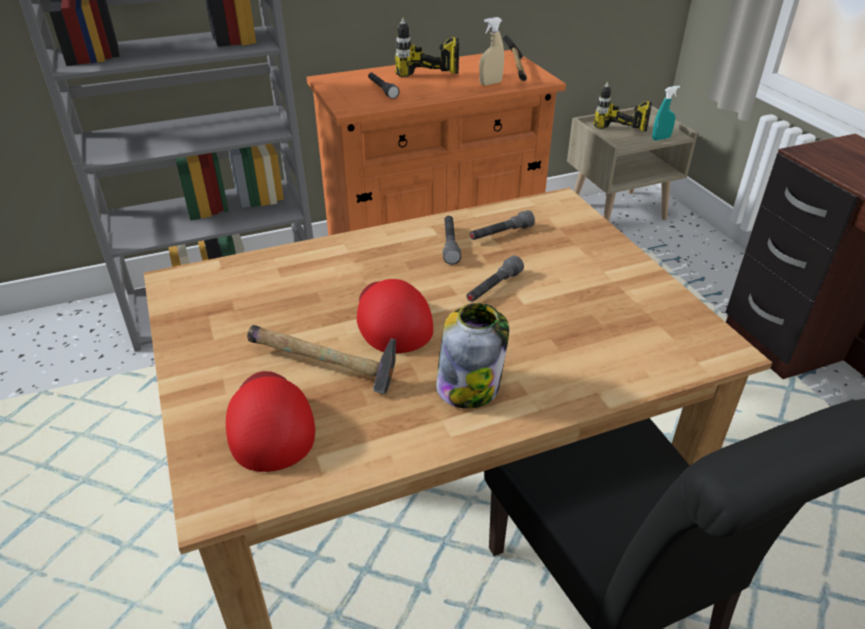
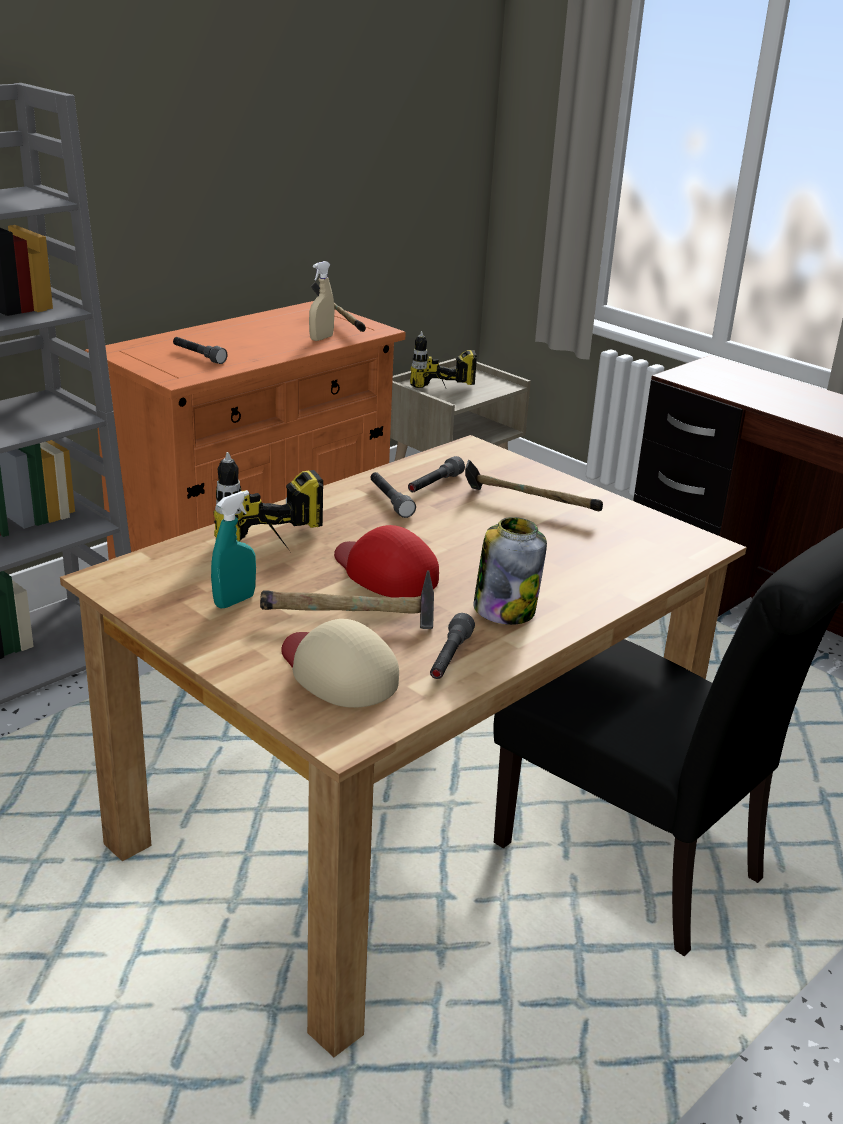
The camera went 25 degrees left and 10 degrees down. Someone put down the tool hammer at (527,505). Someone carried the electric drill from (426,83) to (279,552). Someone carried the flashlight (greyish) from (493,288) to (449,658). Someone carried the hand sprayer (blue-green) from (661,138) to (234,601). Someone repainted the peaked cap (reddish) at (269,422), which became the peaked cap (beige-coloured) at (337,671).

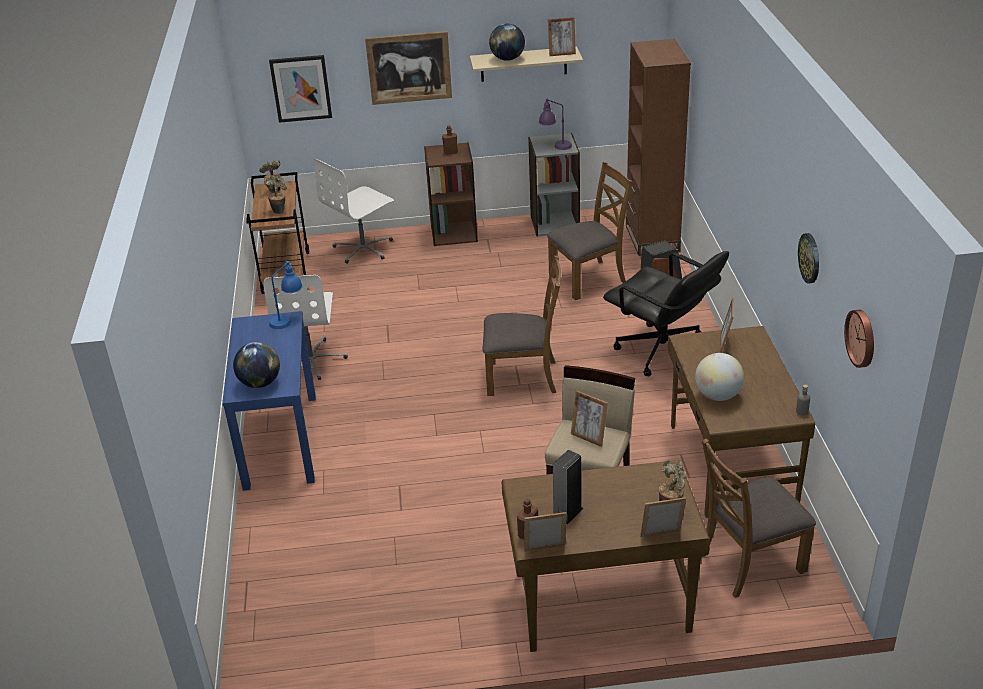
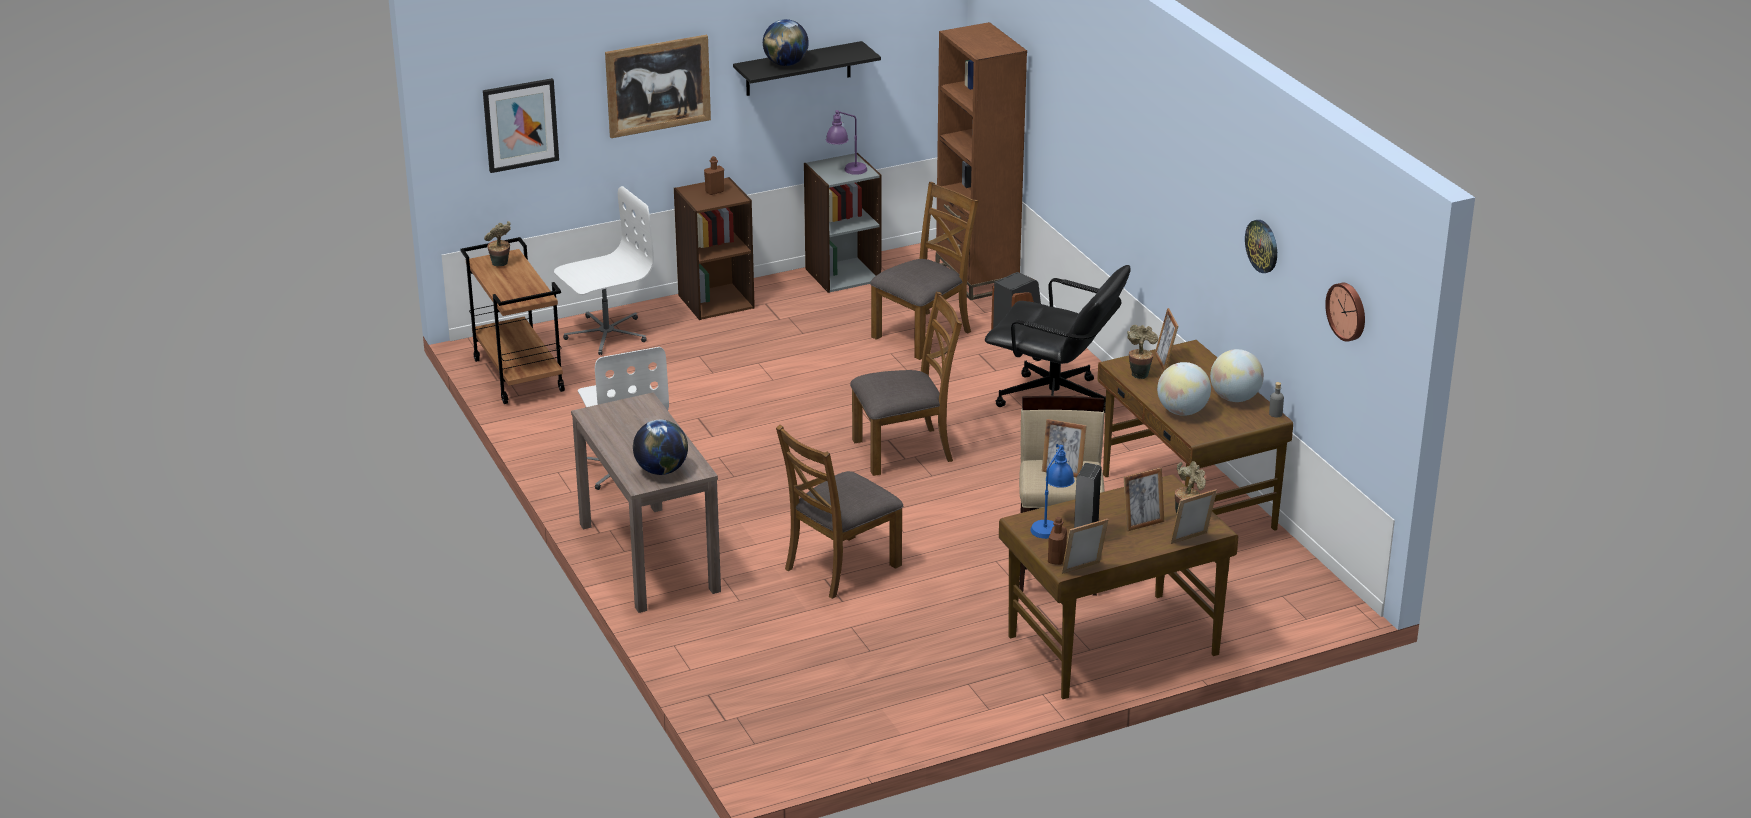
The camera went 20 degrees left and 5 degrees down. Someone put down the world globe at (1235,398). Someone carried the houseplant from (279,210) to (1139,374). Someone carried the lamp for a table (blue) from (288,319) to (1051,524). Someone carried the picture frame from (562,53) to (1142,523). Someone carried the chair (brownish) from (750,562) to (841,567). Someone repainted the narrow table (blue) at (280,440), which became the narrow table (brownish) at (648,557). Someone repainted the wall shelf (beige-coloured) at (523,64), which became the wall shelf (black) at (798,69). Someone rotated the desk chair (white) at (364,248) by 150 degrees counterclockwise.

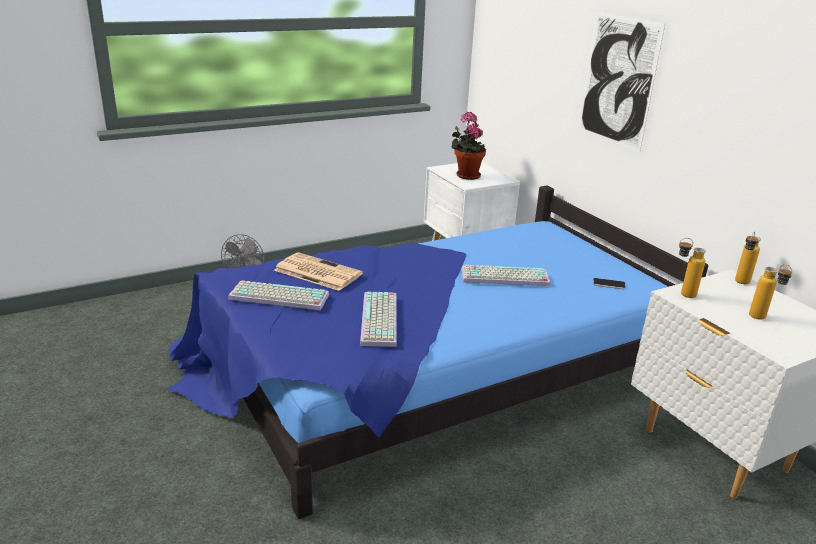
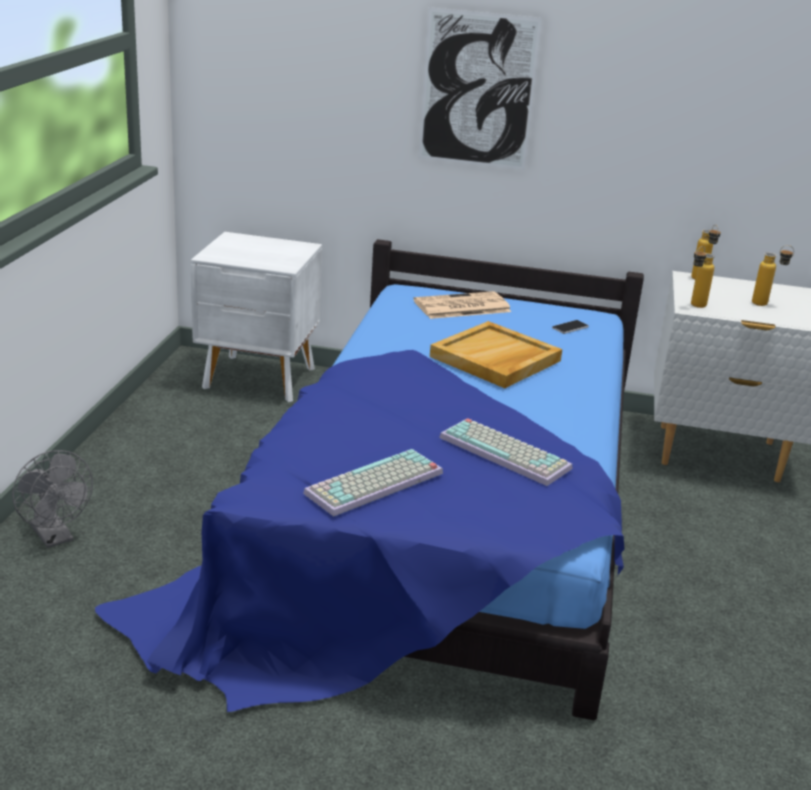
The camera went 50 degrees left and 0 degrees up. Someone took away the houseplant at (466,175). Someone carried the daily paper from (316,272) to (461,307). Someone swapped the keyboard at (504,277) for the serving tray (beige-coloured) at (495,359).

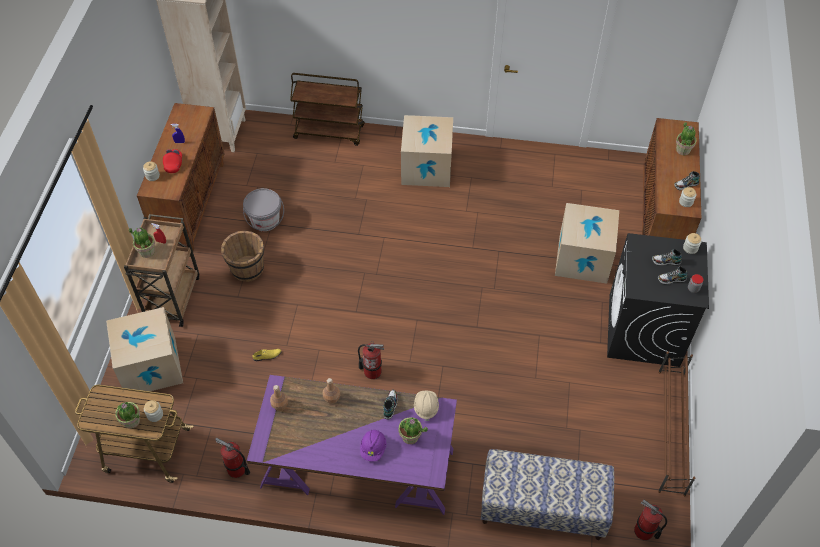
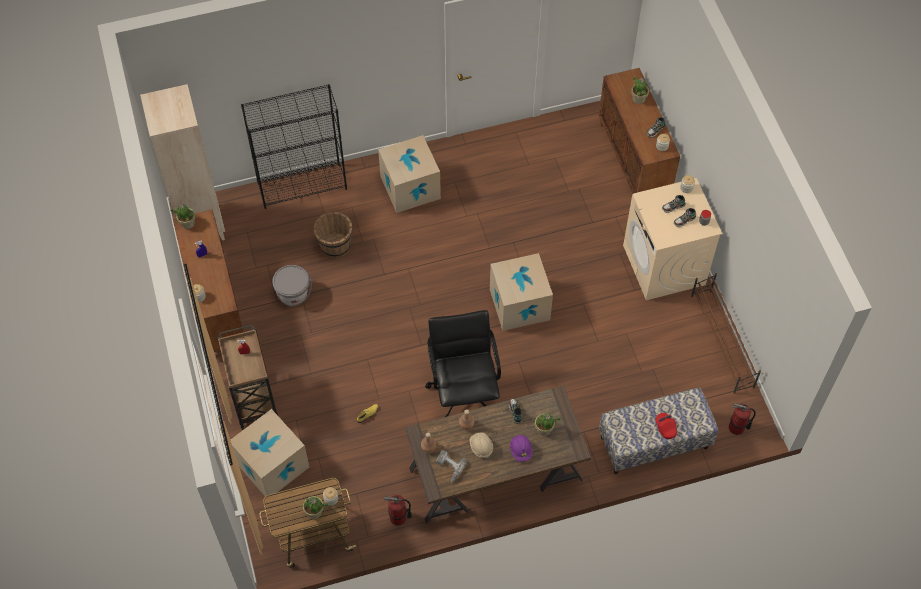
The camera went 25 degrees left and 5 degrees up. Someone put down the electric drill at (449,467). Someone carried the houseplant from (147,251) to (187,223). Someone carried the peaked cap (reddish) from (174,164) to (665,428). Someone carried the pail (brownish) from (247,269) to (335,246). Someone carried the hard hat (beige-coloured) from (426,407) to (481,447). Someone carried the carton from (582,259) to (519,304). Someone swapped the cart (brownish) at (329,132) for the bookshelf (black) at (302,186). Someone swapped the extinguisher at (372,371) for the desk chair (black) at (463,390). Someone repainted the desk unit (purplish) at (357,469), which became the desk unit (brownish) at (495,475). Someone repainted the laundry appliance (black) at (644,330), which became the laundry appliance (beige-coloured) at (664,265).

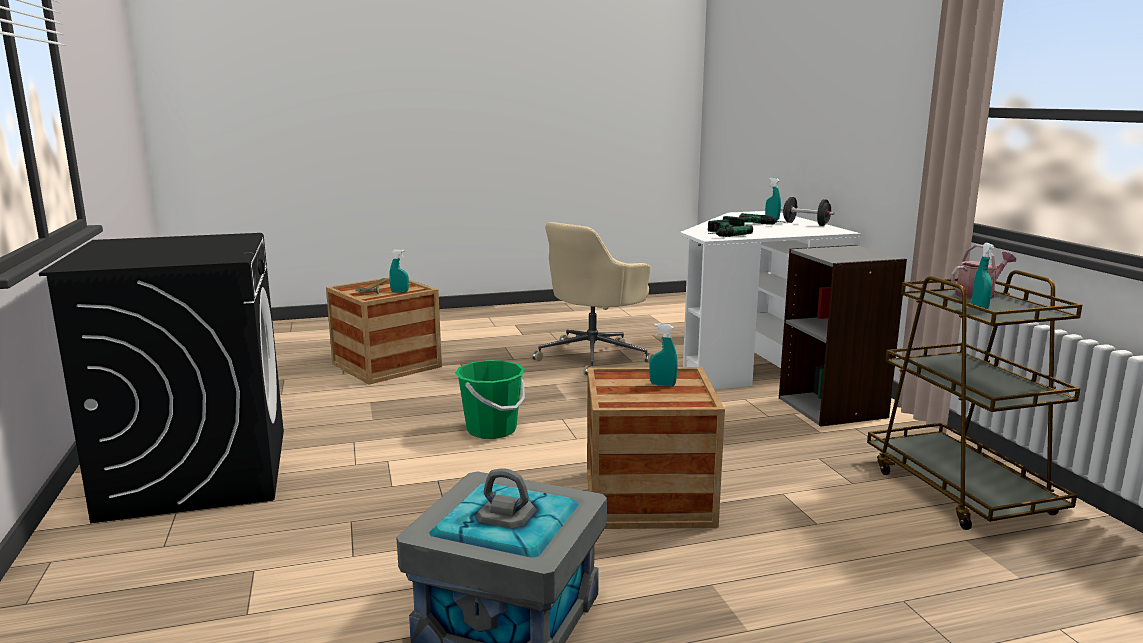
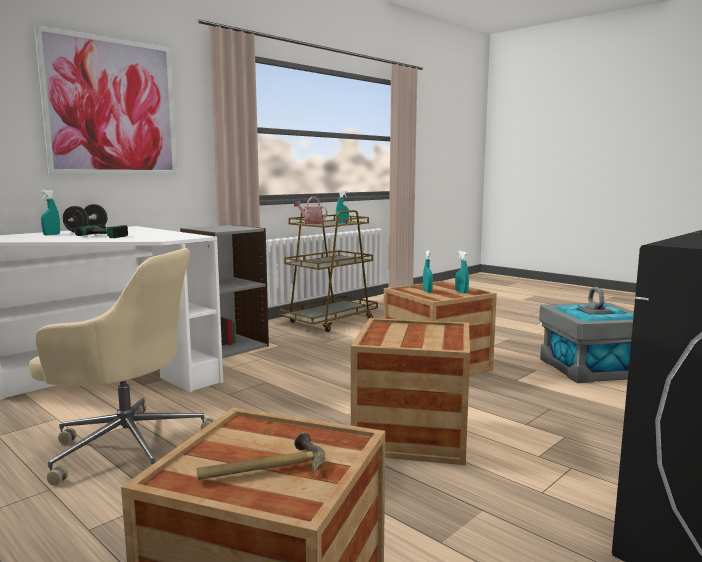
The camera went 120 degrees left and 5 degrees down. Someone took away the electric drill at (718,234). Someone put up the picture at (112,107). Someone carried the hand sprayer (blue-green) from (399,292) to (461,292). Someone swapped the pail (greenish) at (492,430) for the shipping crate at (412,434).

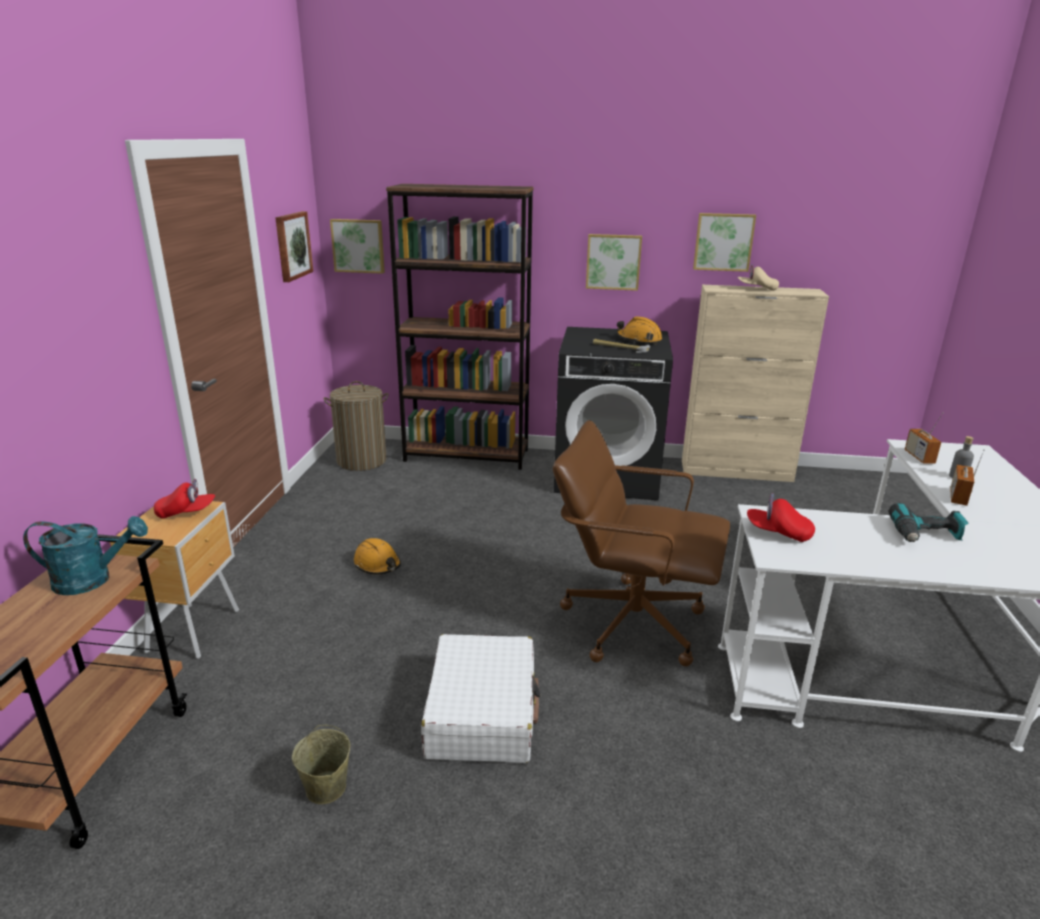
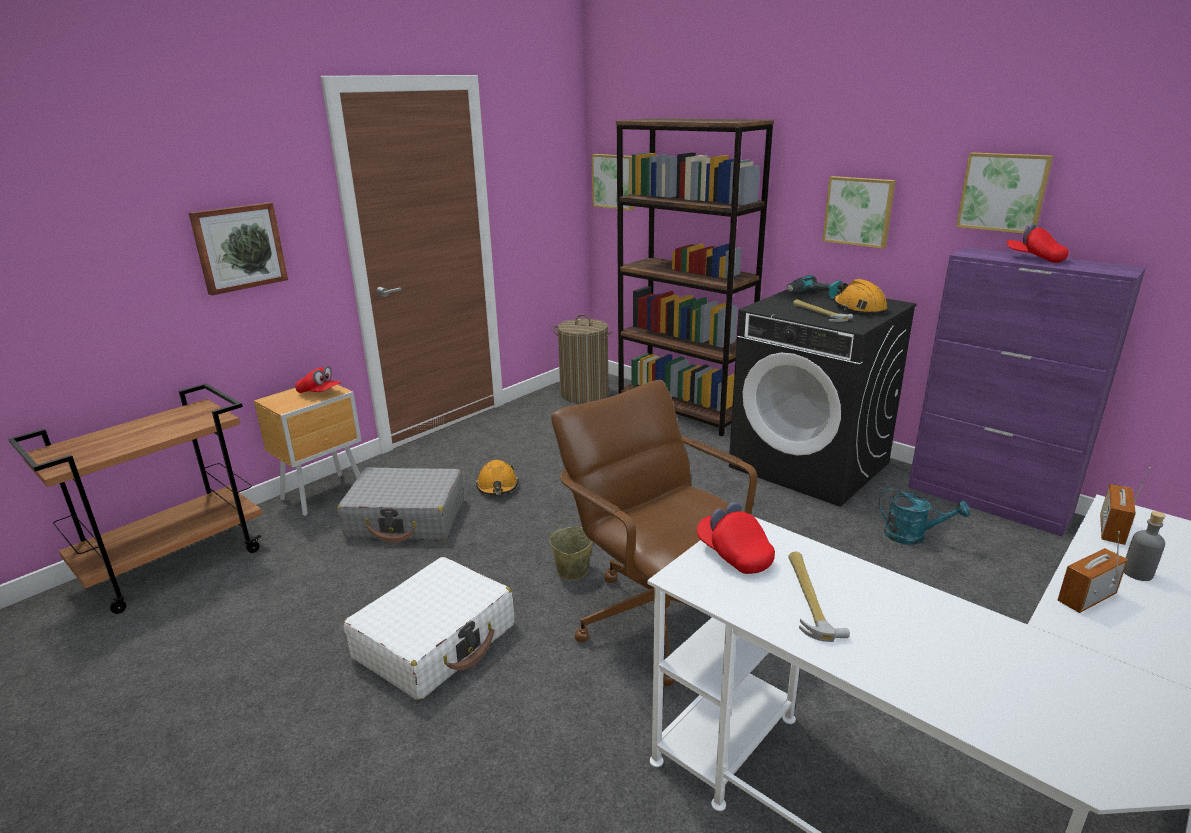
The camera went 35 degrees right and 0 degrees up. Someone put down the travel case (greyish) at (406,519). Someone put down the tool hammer at (809,598). Someone carried the watering pot (blue-green) from (92,580) to (912,536). Someone carried the picture from (292,245) to (239,247). Someone carried the pail (beige-coloured) from (326,788) to (572,571). Someone carried the electric drill from (926,535) to (813,295). Someone repainted the cupboard (beige-coloured) at (737,471), which became the cupboard (purplish) at (988,502). Someone repainted the peaked cap (beige-coloured) at (756,289), which became the peaked cap (reddish) at (1034,259).

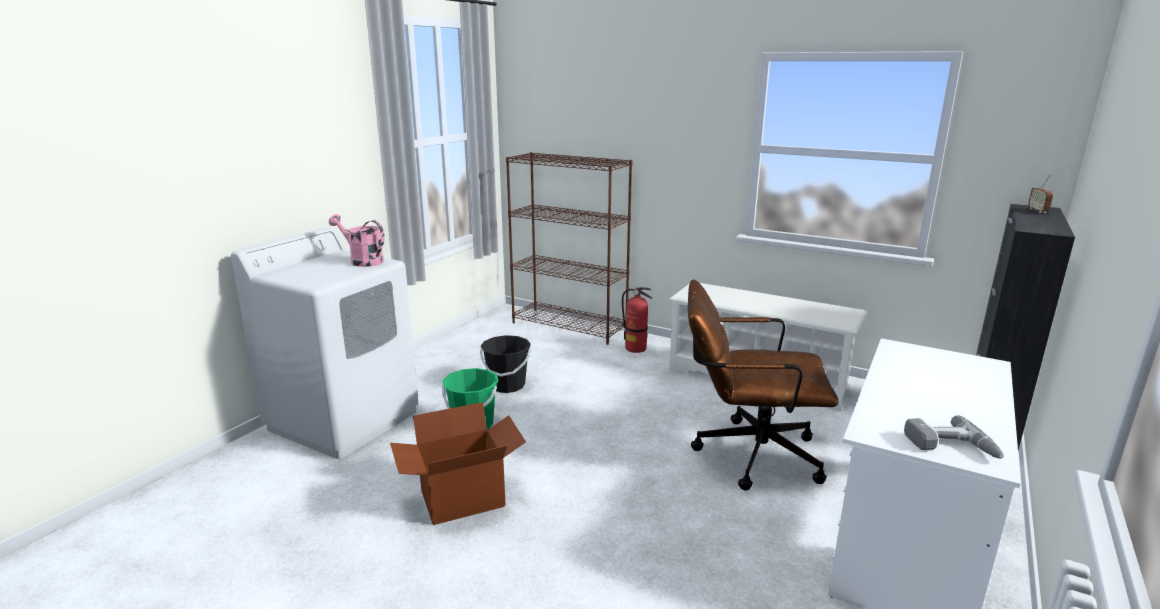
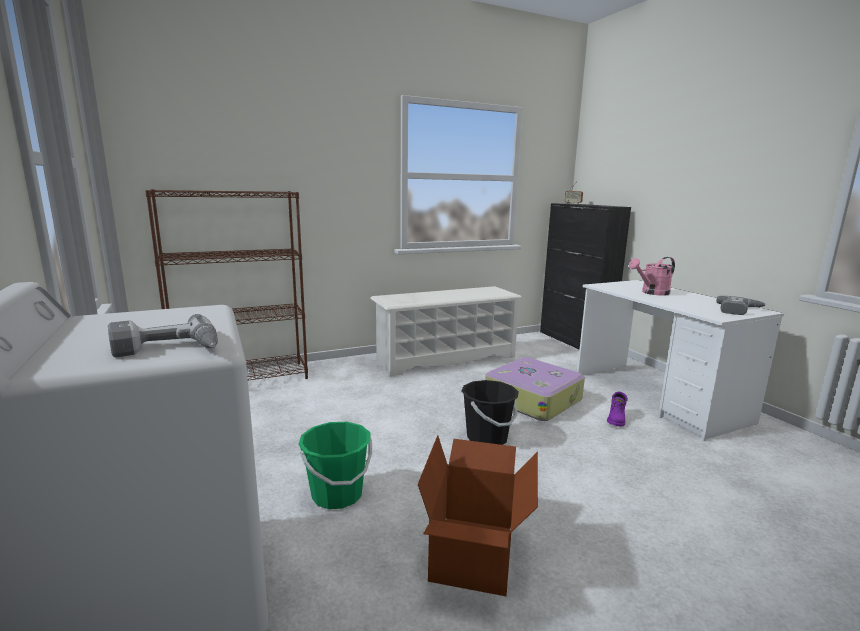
The camera went 55 degrees left and 5 degrees down. Someone took away the extinguisher at (636,348). Someone put down the electric drill at (167,349). Someone put down the high-top boot (purplish) at (616,419). Someone carried the watering pot (pink-coloured) from (362,261) to (651,293). Someone carried the pail (black) from (507,385) to (487,438). Someone swapped the desk chair (brownish) at (746,453) for the travel case at (533,399).

